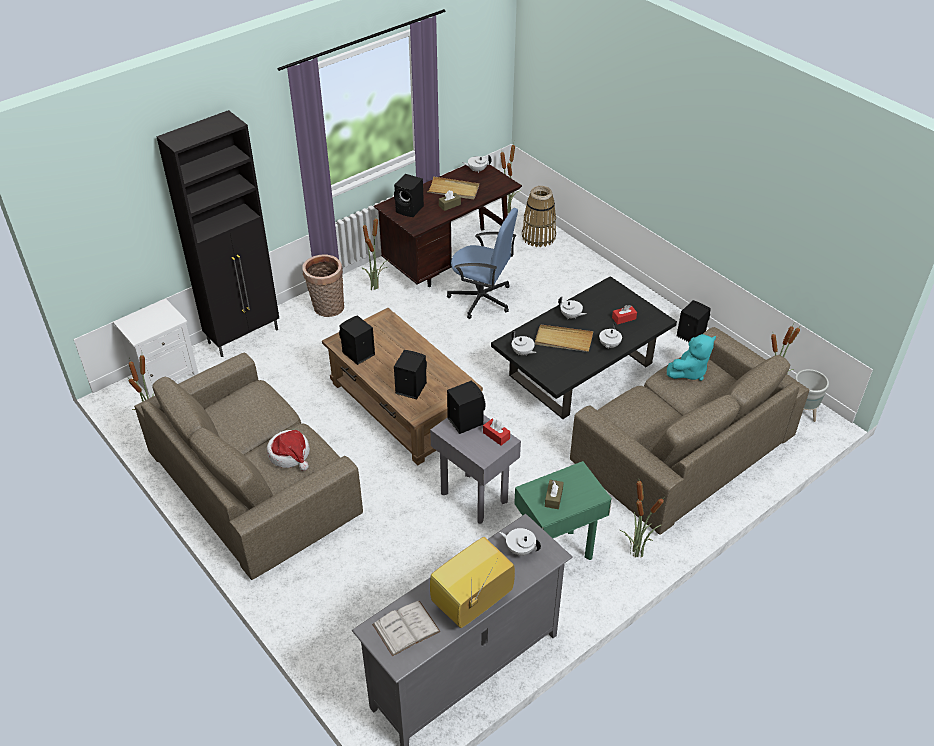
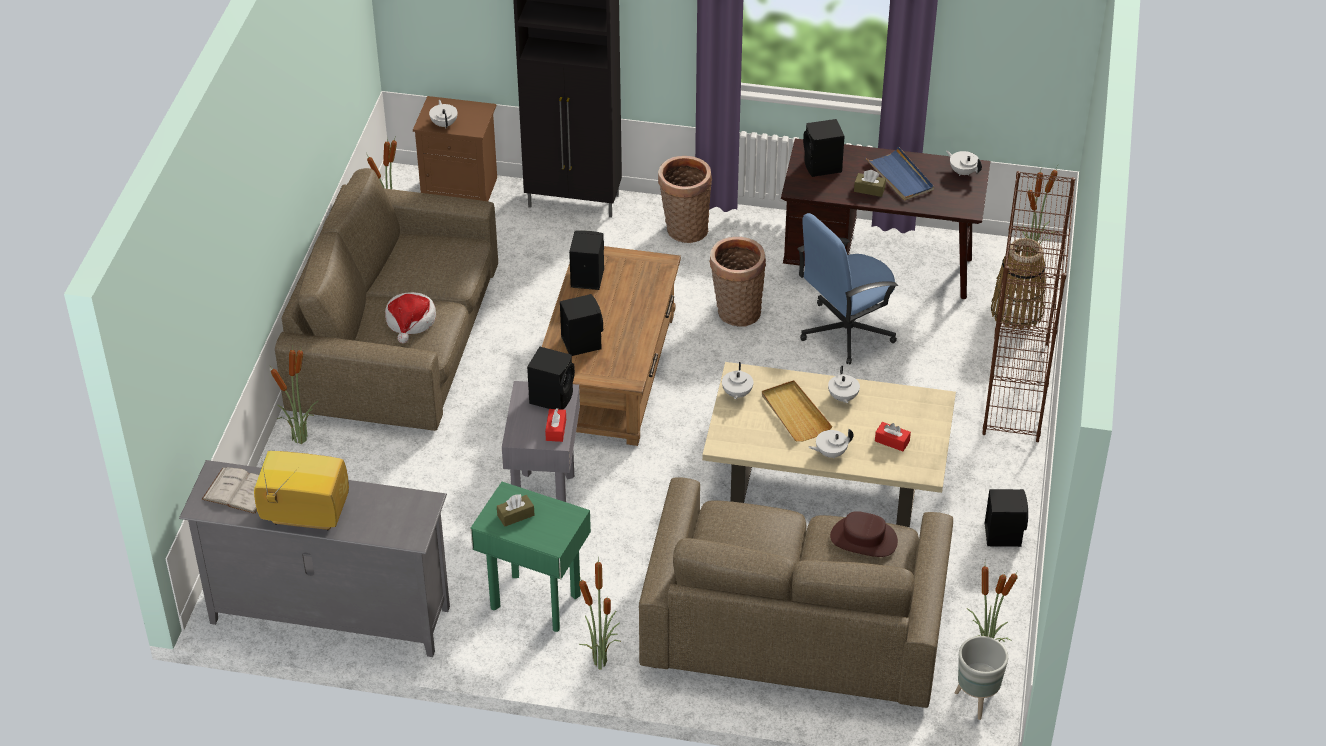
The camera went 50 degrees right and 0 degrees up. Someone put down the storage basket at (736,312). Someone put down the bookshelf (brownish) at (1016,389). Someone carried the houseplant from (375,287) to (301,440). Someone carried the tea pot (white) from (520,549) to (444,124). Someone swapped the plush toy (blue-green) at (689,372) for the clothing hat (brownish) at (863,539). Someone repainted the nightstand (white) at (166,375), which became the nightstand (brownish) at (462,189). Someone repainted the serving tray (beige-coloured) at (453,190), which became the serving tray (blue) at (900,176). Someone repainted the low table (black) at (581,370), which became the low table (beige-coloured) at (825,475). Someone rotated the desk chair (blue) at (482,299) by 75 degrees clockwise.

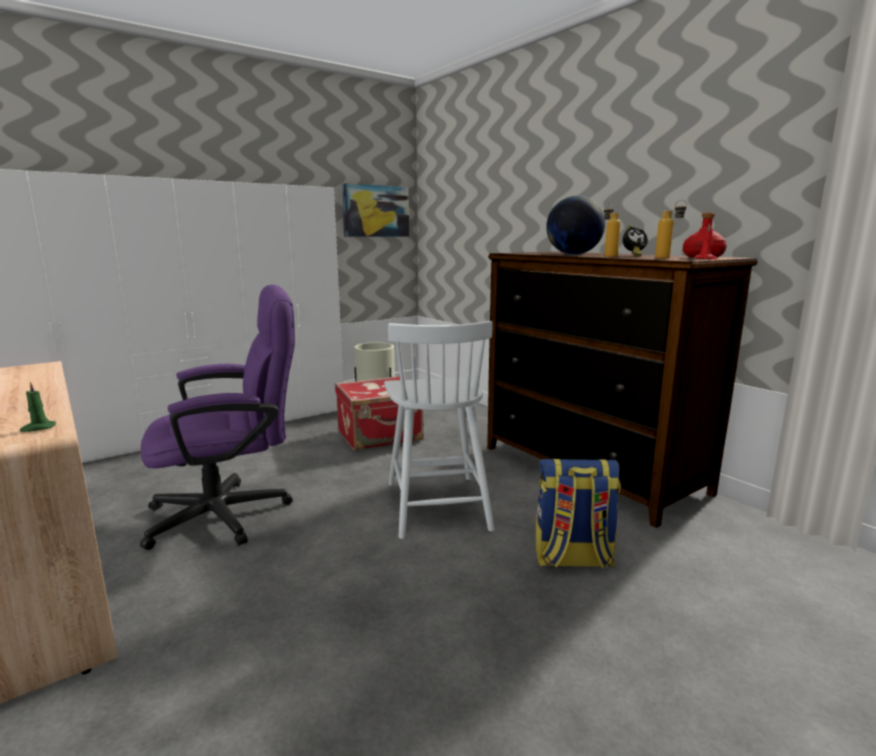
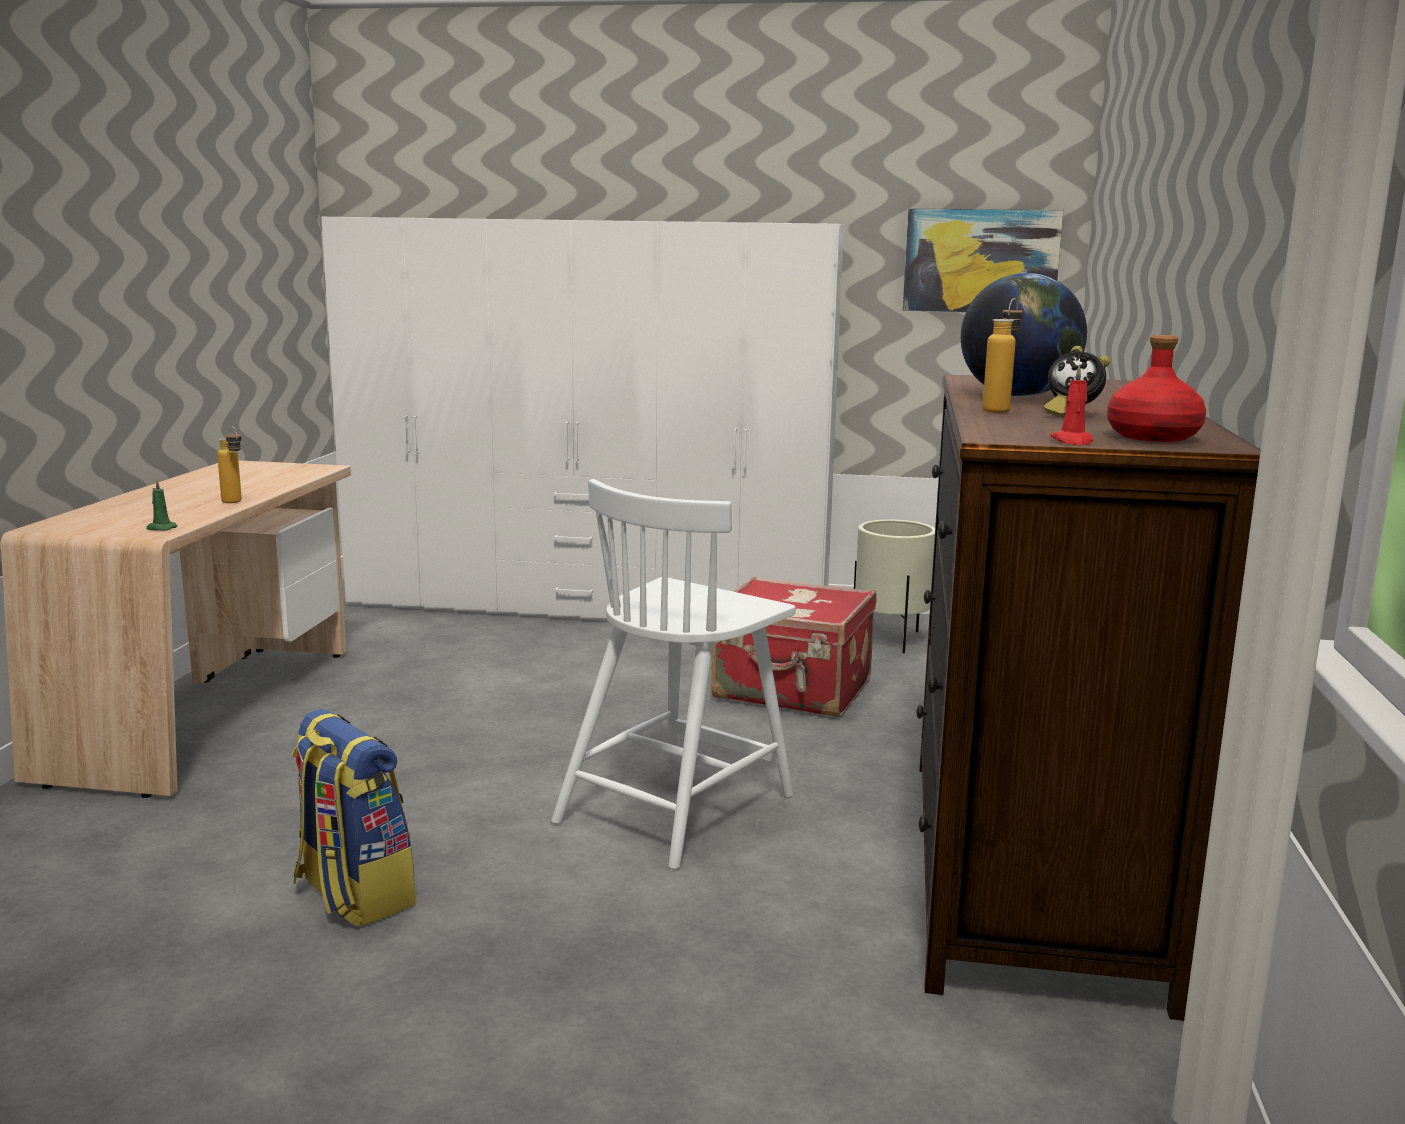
The camera went 45 degrees right and 0 degrees up. Someone took away the desk chair (purplish) at (233,513). Someone carried the knapsack from (572,559) to (352,894). Someone carried the drink bottle from (668,258) to (235,503).

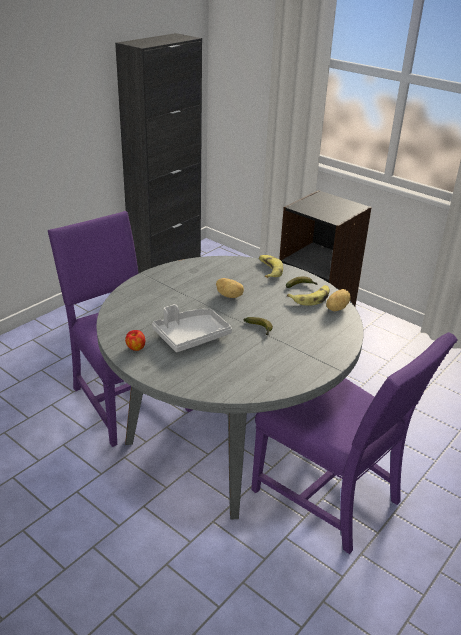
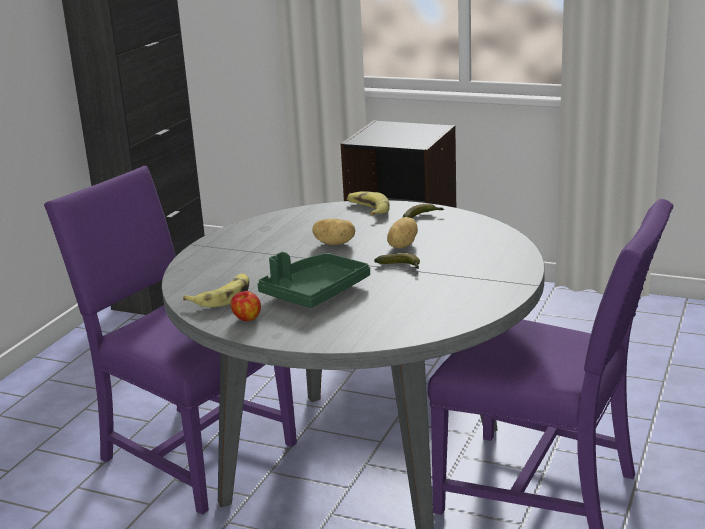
The camera went 15 degrees left and 10 degrees down. Someone carried the banana from (311,298) to (223,297). Someone carried the potato from (336,308) to (401,246). Someone repainted the serving tray (greyish) at (191,336), which became the serving tray (greenish) at (314,292).

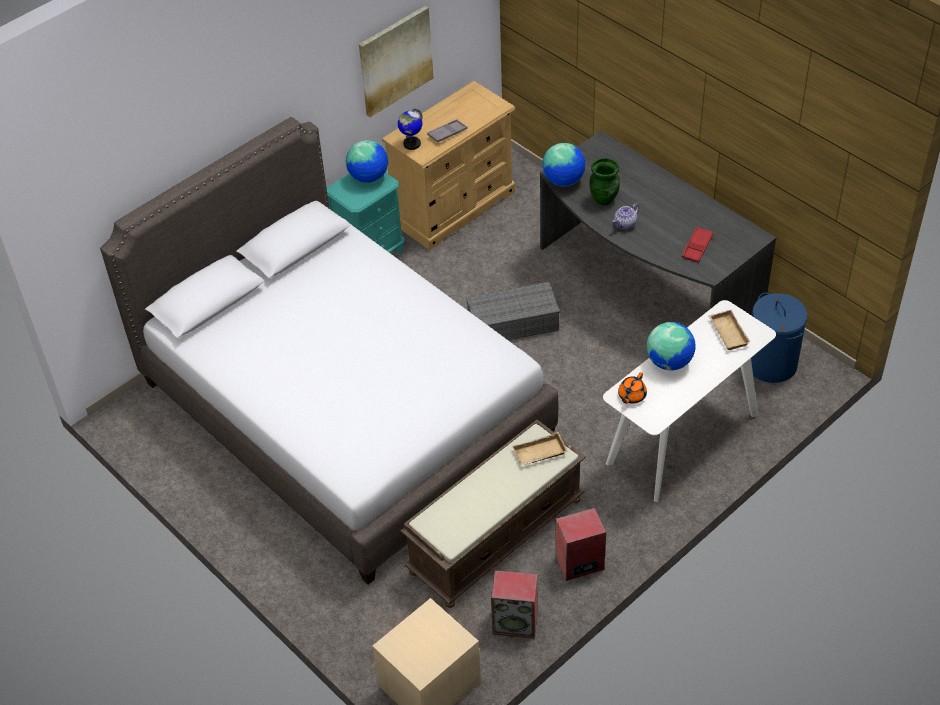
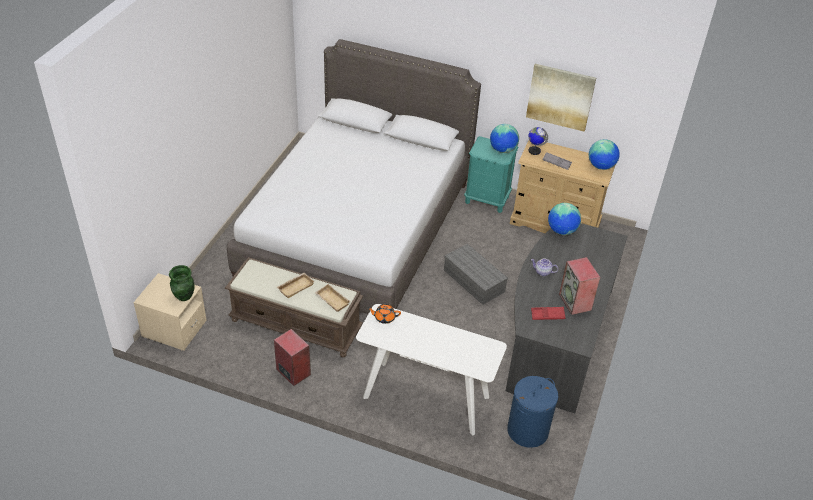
The camera went 60 degrees right and 5 degrees down. Someone carried the audio speaker from (516,622) to (575,302). Someone carried the flower vase (greenish) from (604,199) to (184,296). Someone carried the world globe from (669,362) to (601,166). Someone carried the serving tray (beige-coloured) from (727,333) to (295,286).

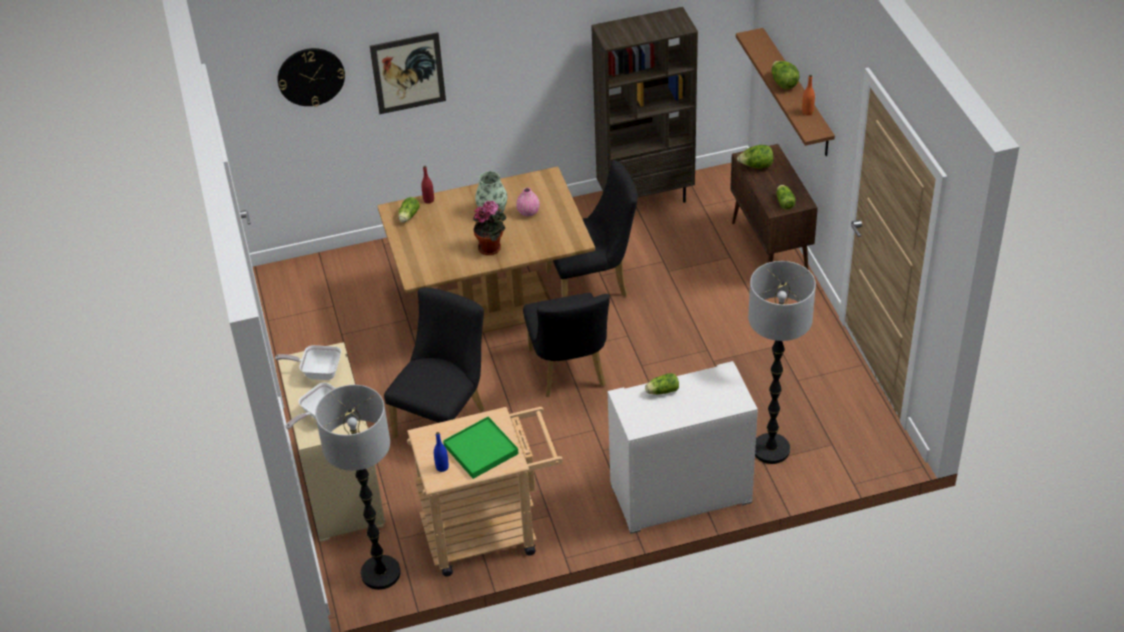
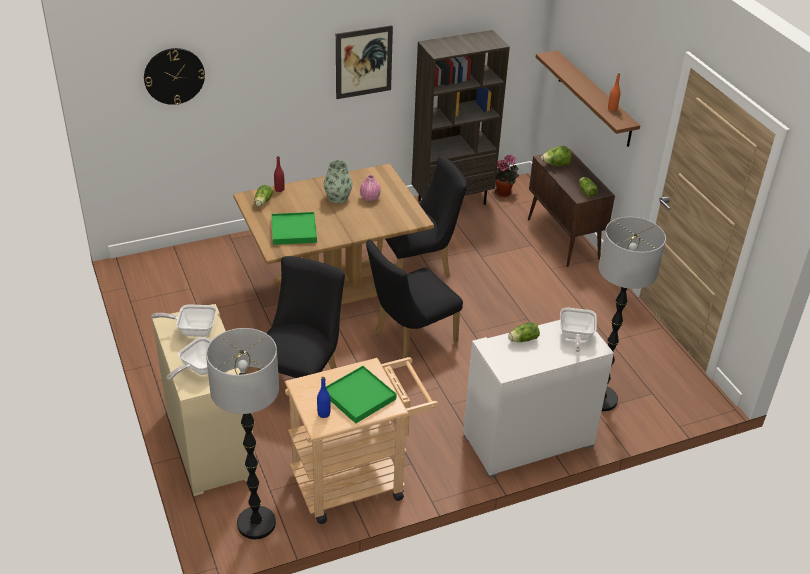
The camera went 10 degrees left and 5 degrees down. Someone took away the lettuce head at (783,83). Someone put down the serving tray (greenish) at (294,230). Someone put down the frying pan at (575,337). Someone carried the picture from (408,73) to (363,62). Someone carried the houseplant from (492,248) to (504,192). Someone rotated the chair (black) at (569,372) by 75 degrees clockwise.

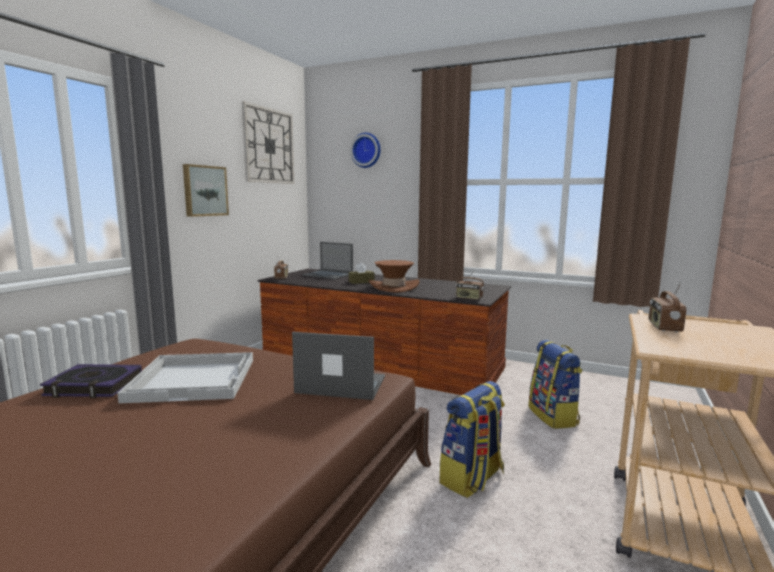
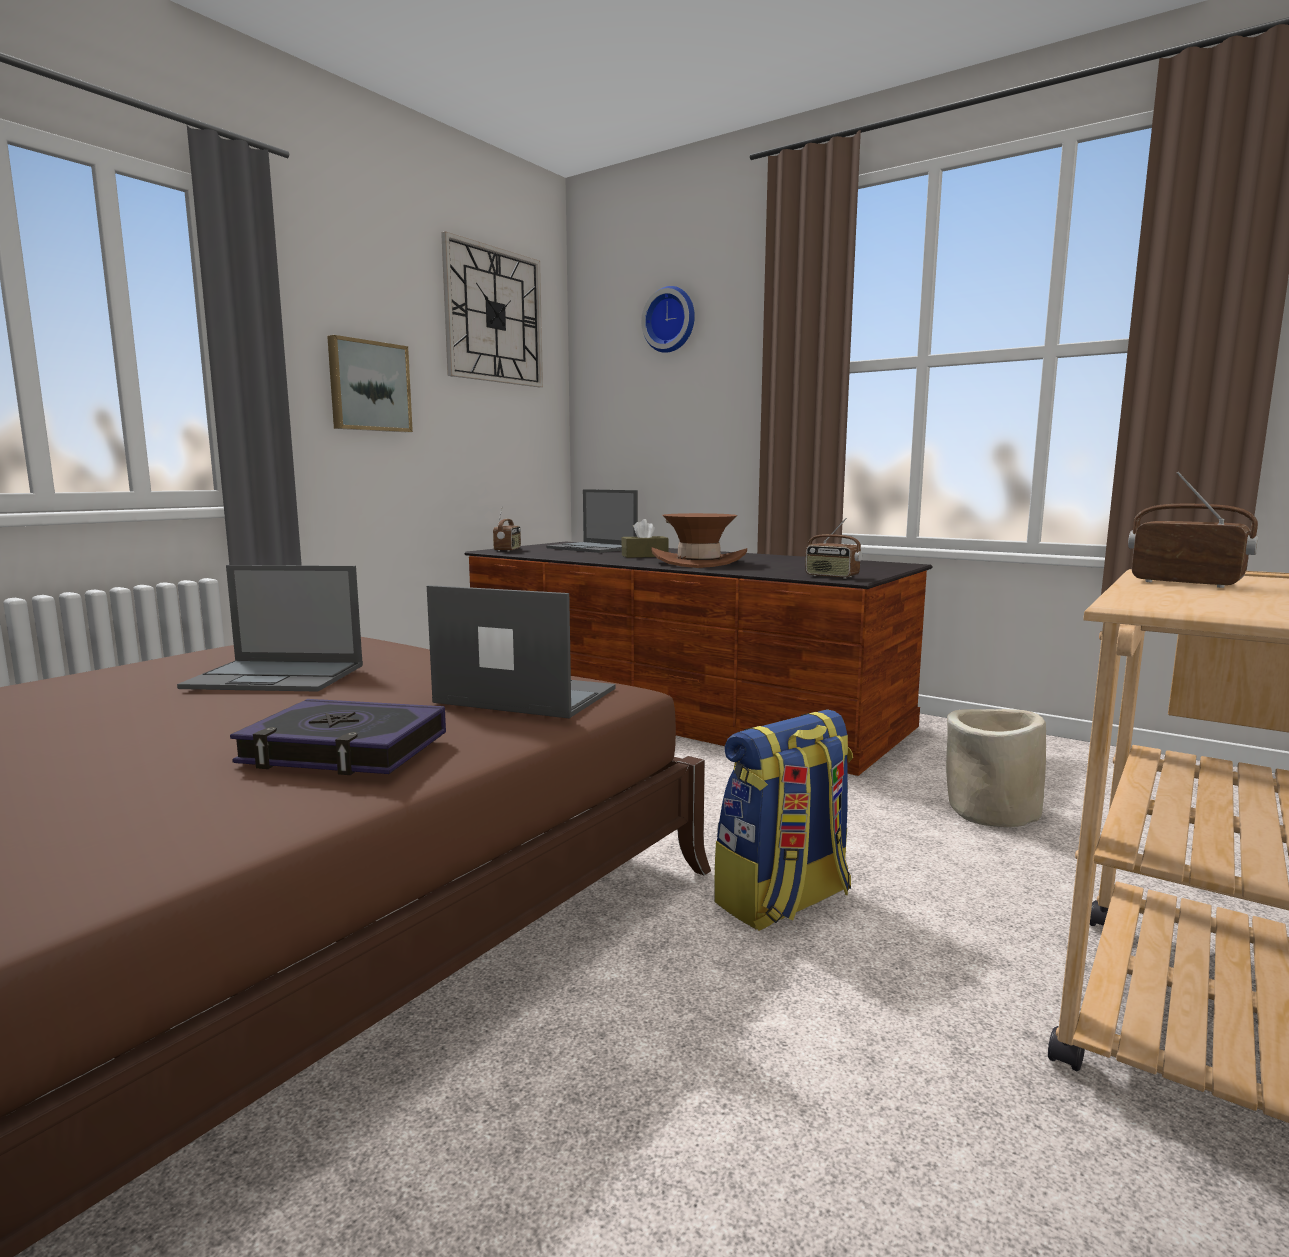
The camera went 10 degrees right and 0 degrees up. Someone carried the bound book from (94,386) to (345,749). Someone swapped the serving tray (white) at (195,379) for the laptop at (278,676). Someone swapped the knapsack at (553,416) for the flower pot (beige-coloured) at (991,811). Someone rotated the radio set at (663,327) by 105 degrees clockwise.

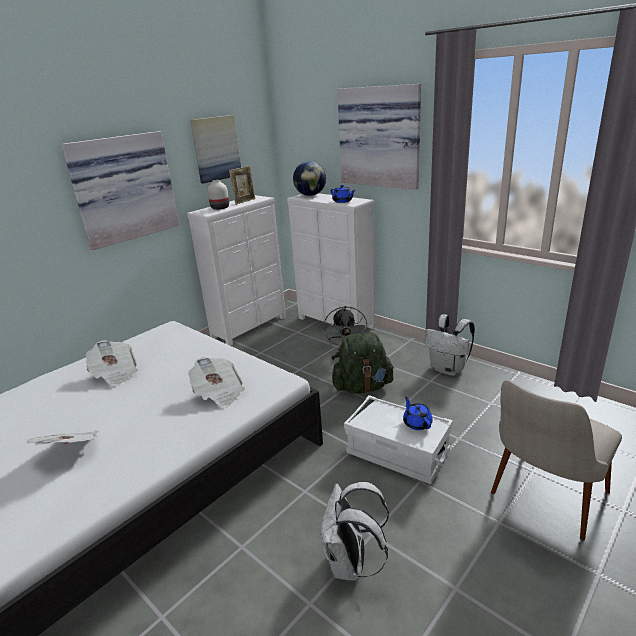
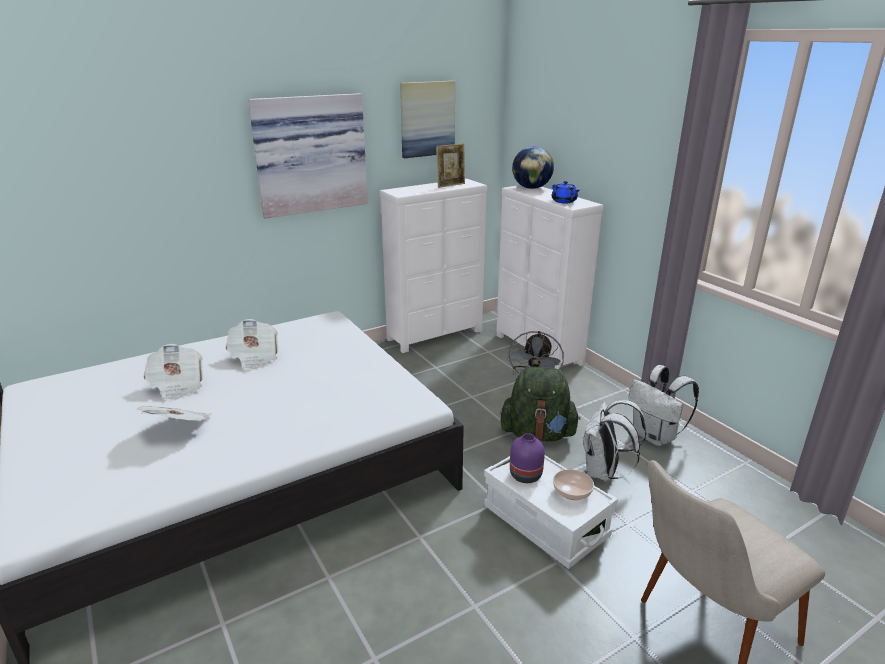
The camera went 15 degrees right and 0 degrees up. Someone took away the flower vase (white) at (219,208). Someone took away the picture at (380,137). Someone put down the flower vase (purplish) at (524,475). Someone carried the daily paper from (219,393) to (177,386). Someone carried the knapsack (white) from (351,564) to (603,473). Someone swapped the tea pot (blue) at (417,423) for the bowl at (571,491).

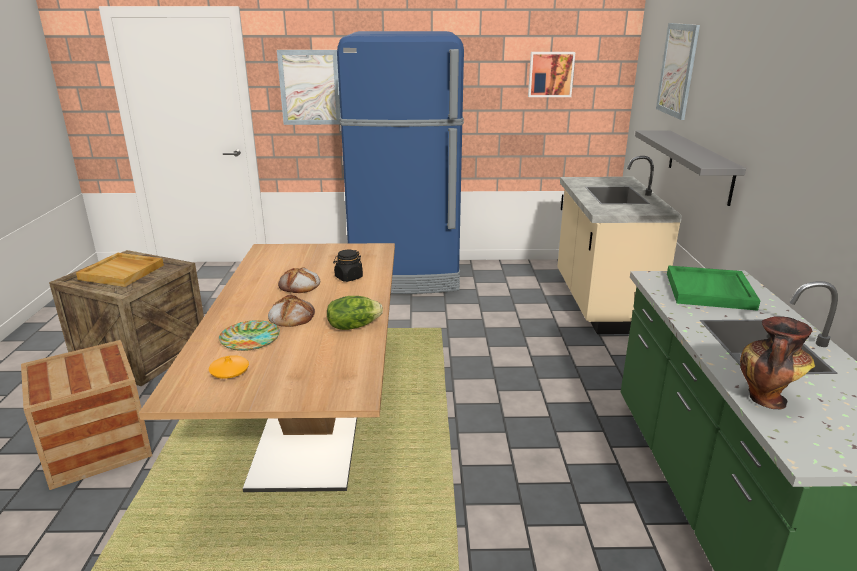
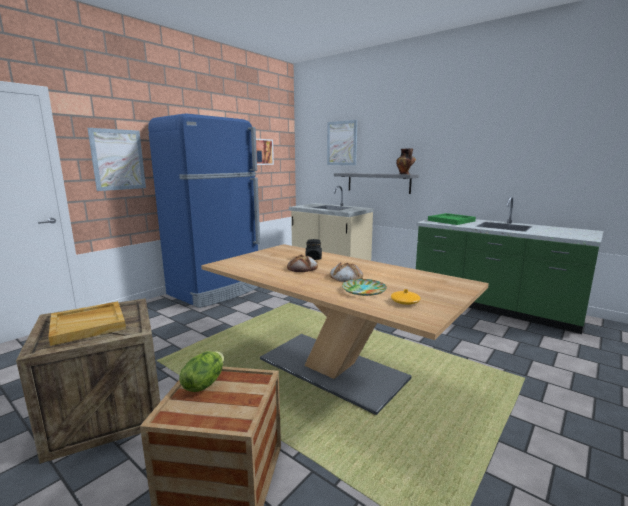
The camera went 50 degrees left and 10 degrees down. Someone carried the lettuce head from (353,326) to (204,383). Someone carried the flower vase from (766,399) to (405,174).

